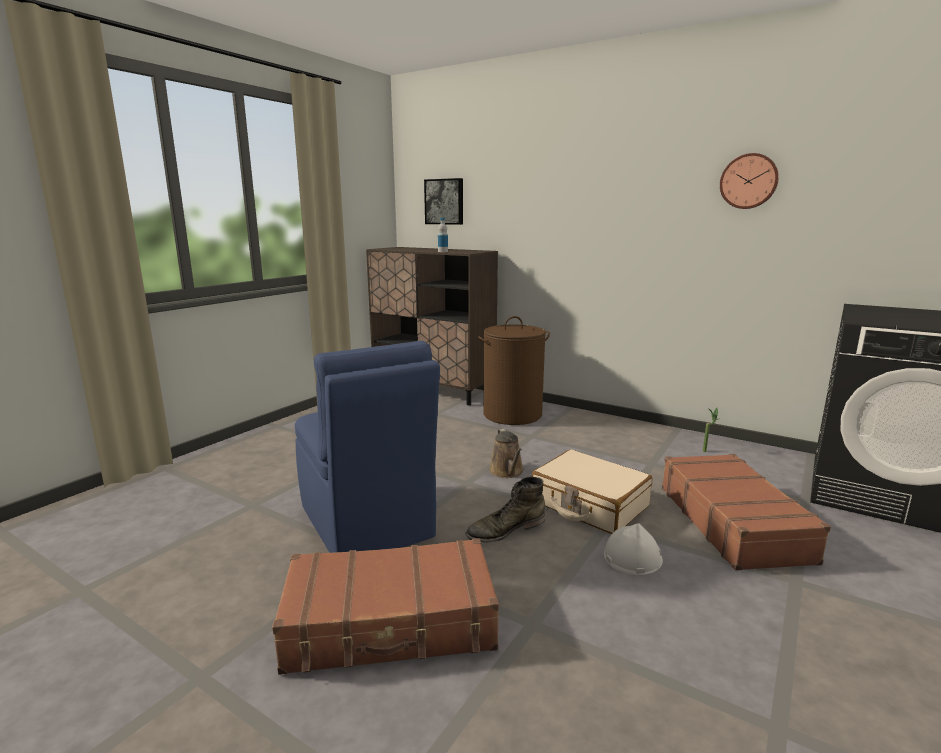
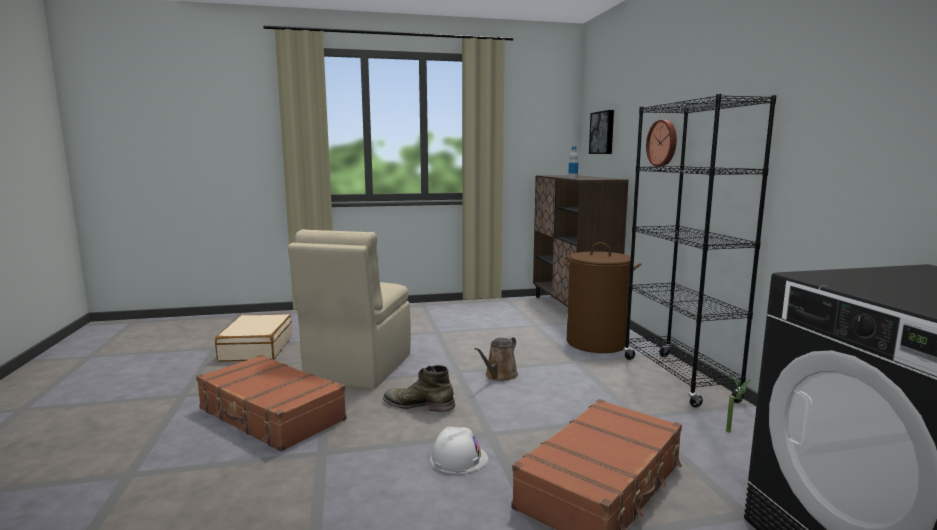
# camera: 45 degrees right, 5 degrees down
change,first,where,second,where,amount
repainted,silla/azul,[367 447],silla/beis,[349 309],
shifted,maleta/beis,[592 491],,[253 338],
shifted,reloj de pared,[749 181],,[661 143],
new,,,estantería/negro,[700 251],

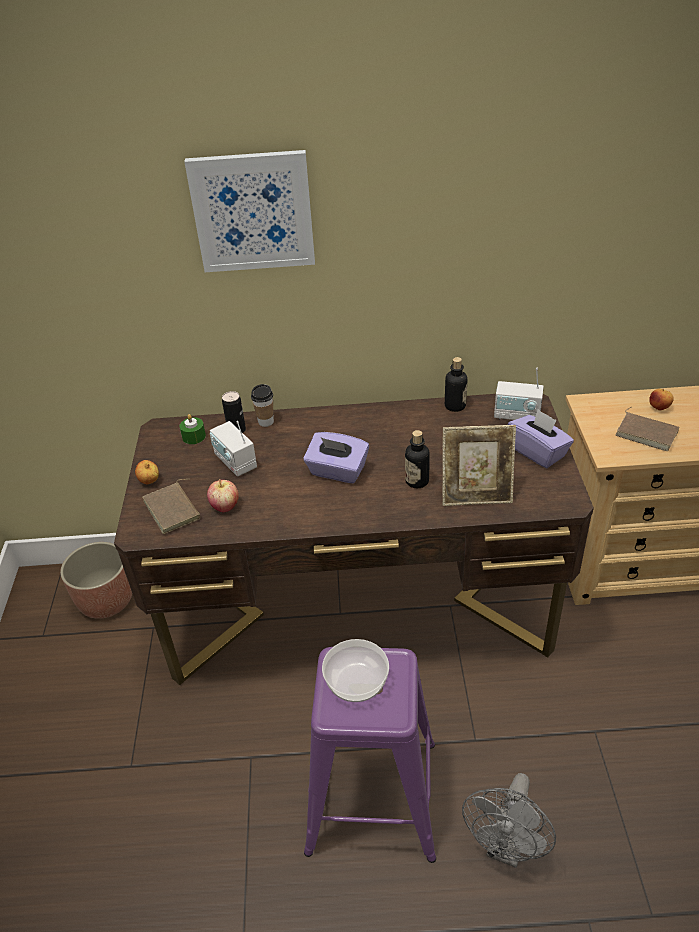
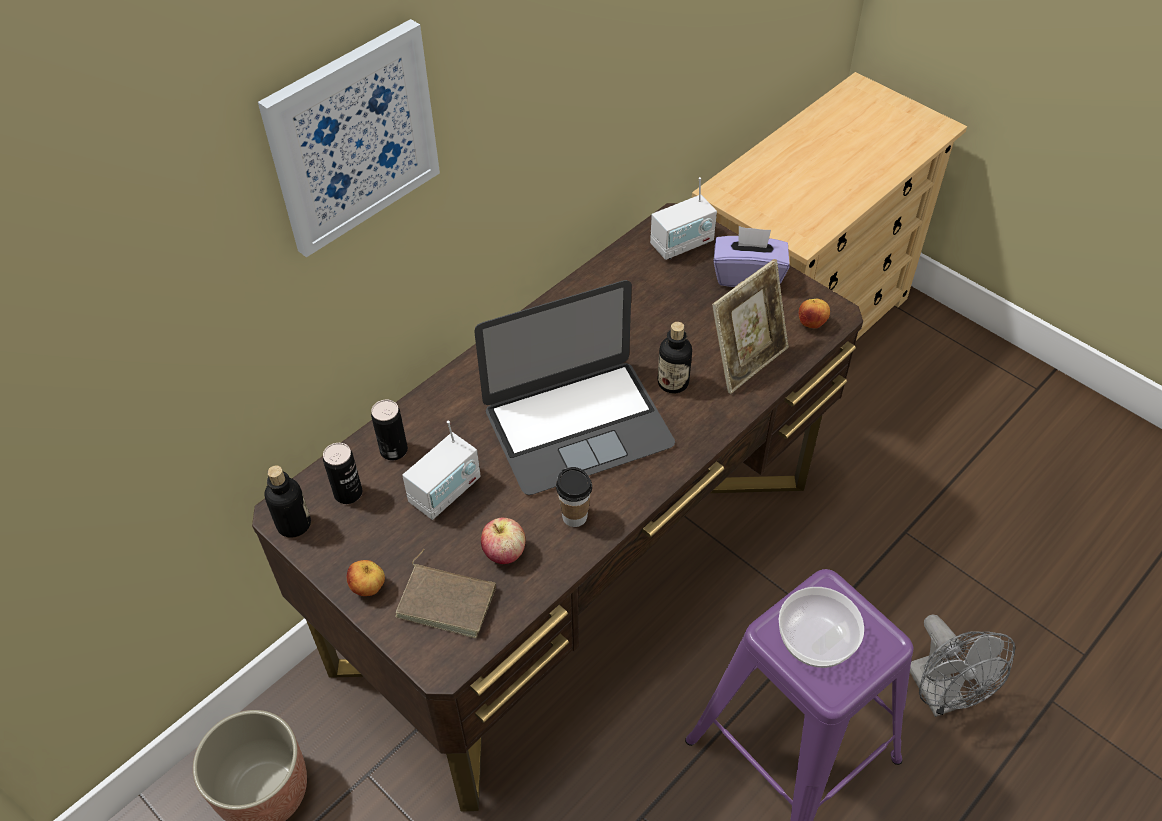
# camera: 45 degrees left, 10 degrees up
change,first,where,second,where,amount
swapped,vela/verde,[192 429],lata,[342 473],
rotated,radio,[233 449],,[441 470],60 degrees counterclockwise
shifted,taza,[262 405],,[574 497],
swapped,caja de pañuelos/morado,[336 457],portátil,[574 387],
shifted,botella,[456 384],,[287 501],
gone,libro/marrón,[647 429],,,
shifted,manzana,[661 399],,[814 314],

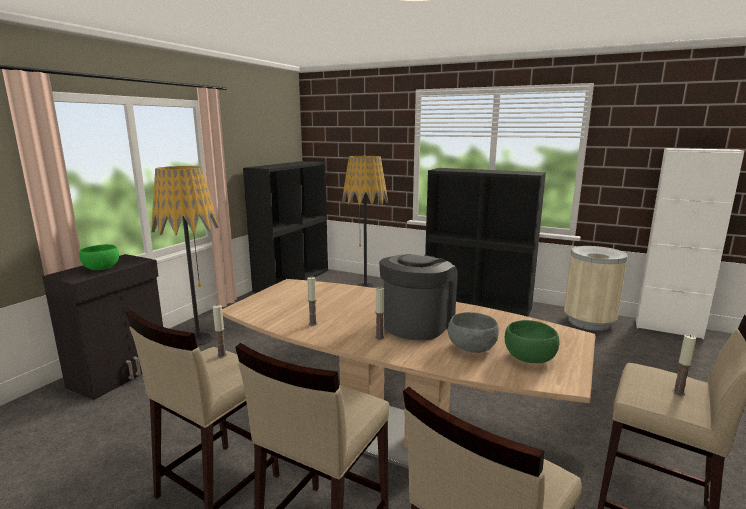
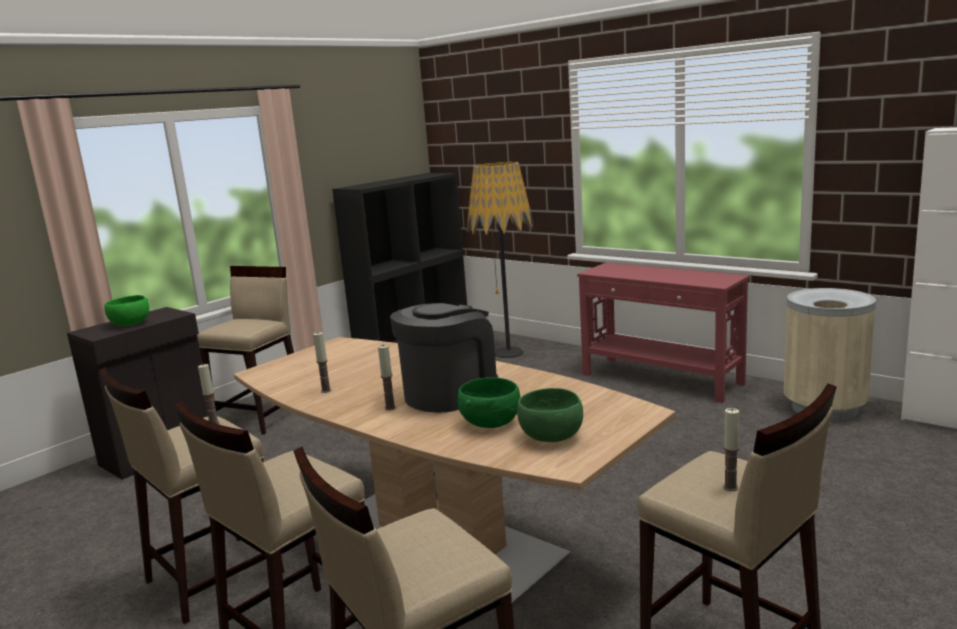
# camera: 15 degrees right, 0 degrees up
change,first,where,second,where,amount
swapped,lámpara de pie,[185 256],taburete/beis,[245 350],
swapped,estantería/negro,[485 242],mesa consola/rojo,[663 333],
repainted,cuenco/gris,[473 332],cuenco/verde,[488 403],

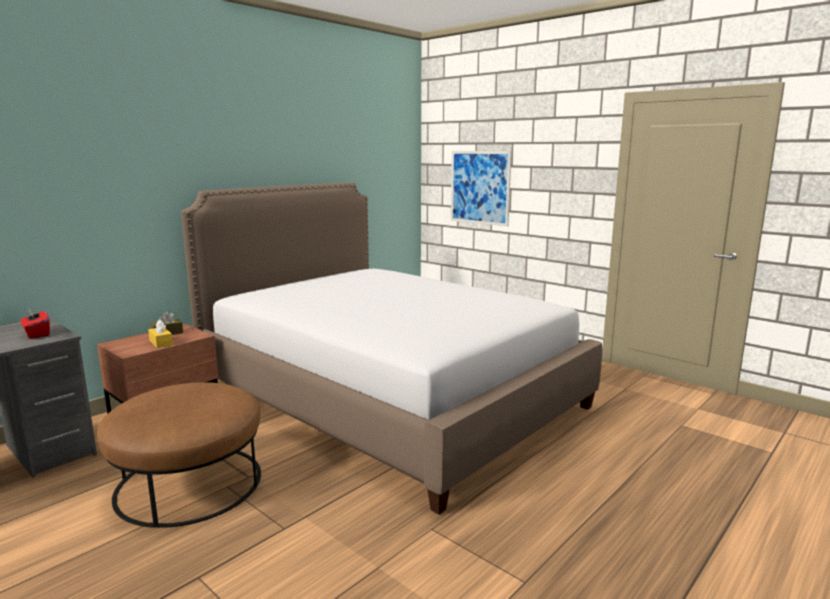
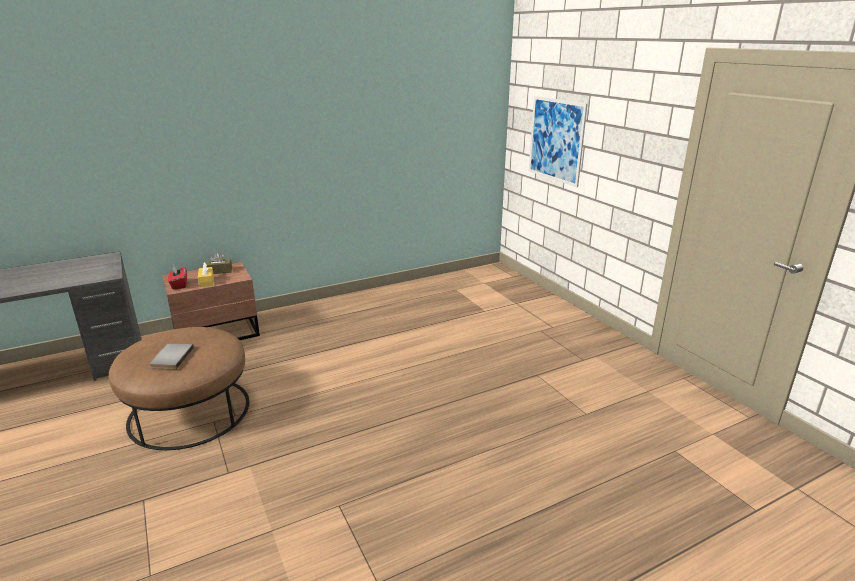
# camera: 20 degrees right, 10 degrees up
change,first,where,second,where,amount
shifted,caja de pañuelos/rojo,[35 323],,[177 277],
gone,cama,[391 348],,,
new,,,libro/gris,[171 356],

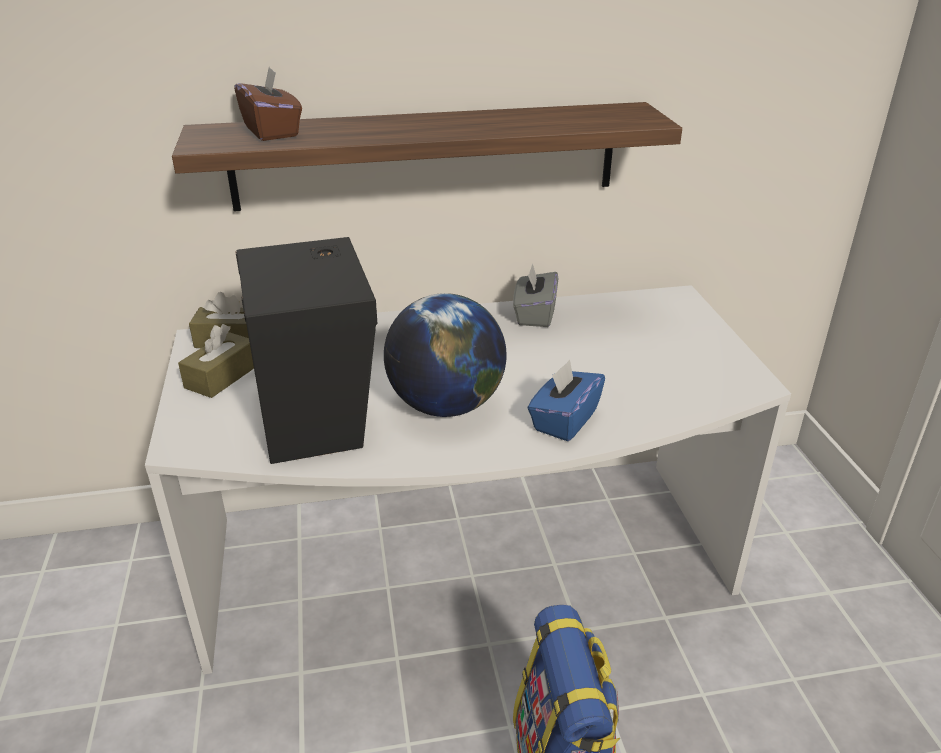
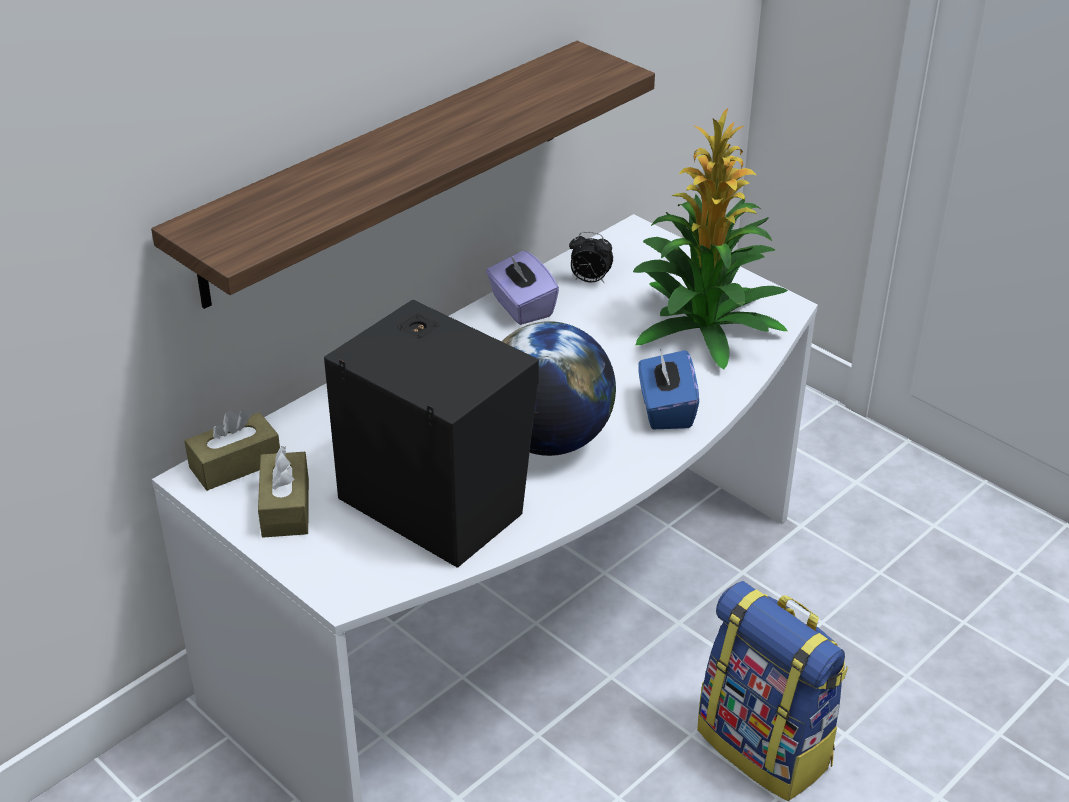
# camera: 35 degrees left, 5 degrees up
change,first,where,second,where,amount
gone,caja de pañuelos/marrón,[268 104],,,
repainted,caja de pañuelos/gris,[535 295],caja de pañuelos/morado,[522 287],
new,,,despertador,[591 258],
new,,,planta en maceta,[710 239],

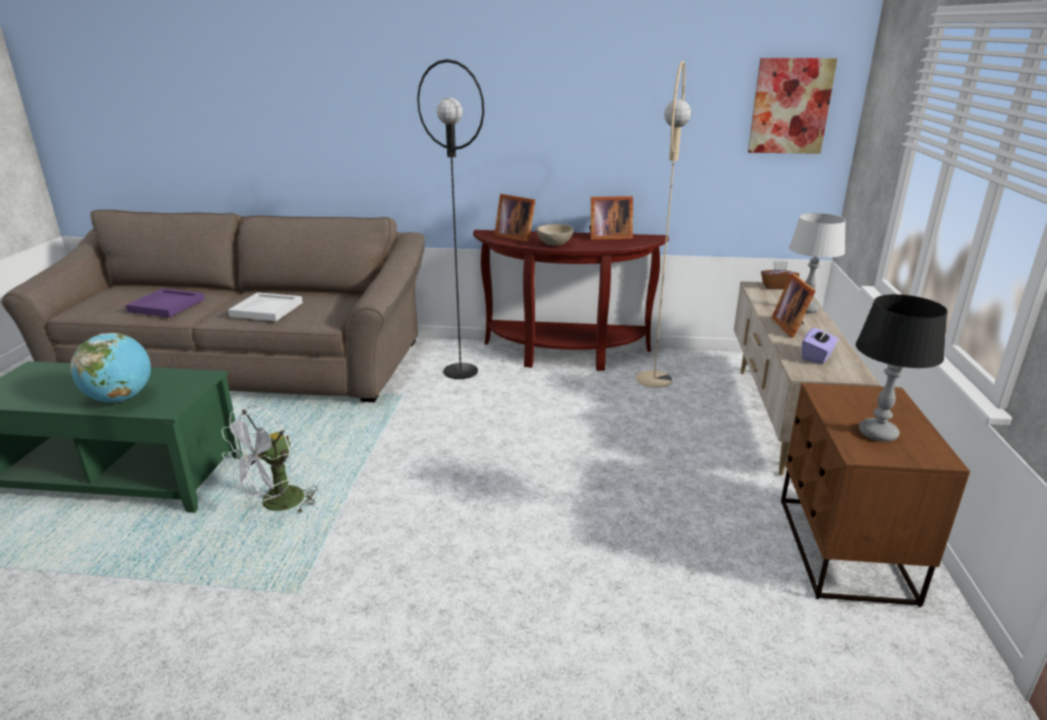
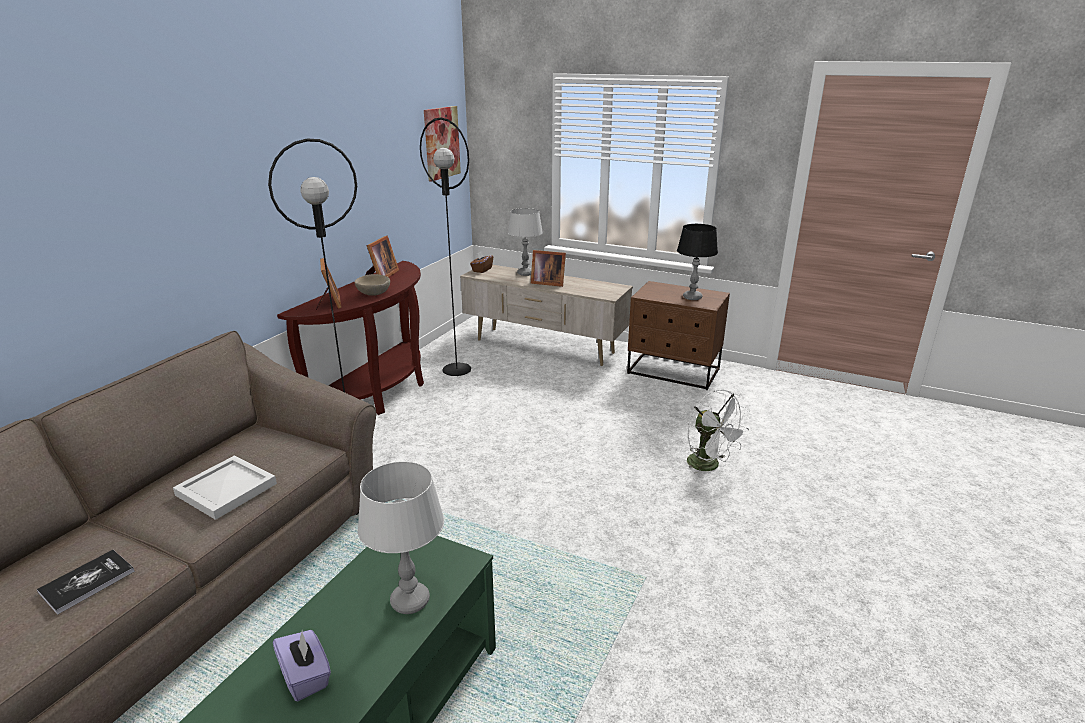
# camera: 70 degrees left, 0 degrees up
change,first,where,second,where,amount
swapped,globo terráqueo,[110 368],lámpara de mesa/gris,[401 537],
swapped,bandeja/morado,[165 302],libro,[86 582],
shifted,ventilador/blanco,[270 459],,[718 433],
rotated,portarretratos,[514 218],,[328 284],75 degrees counterclockwise
repainted,lámpara de pie/beis,[663 224],lámpara de pie/negro,[445 247],
shifted,caja de pañuelos/morado,[820 345],,[302 665],

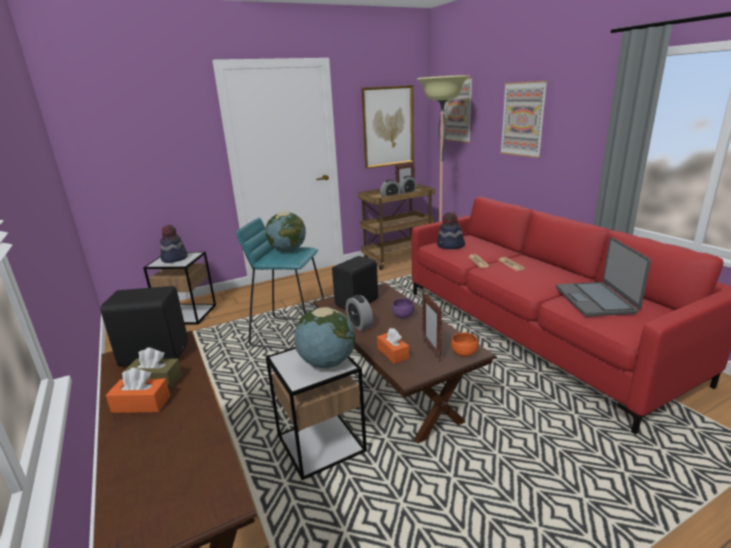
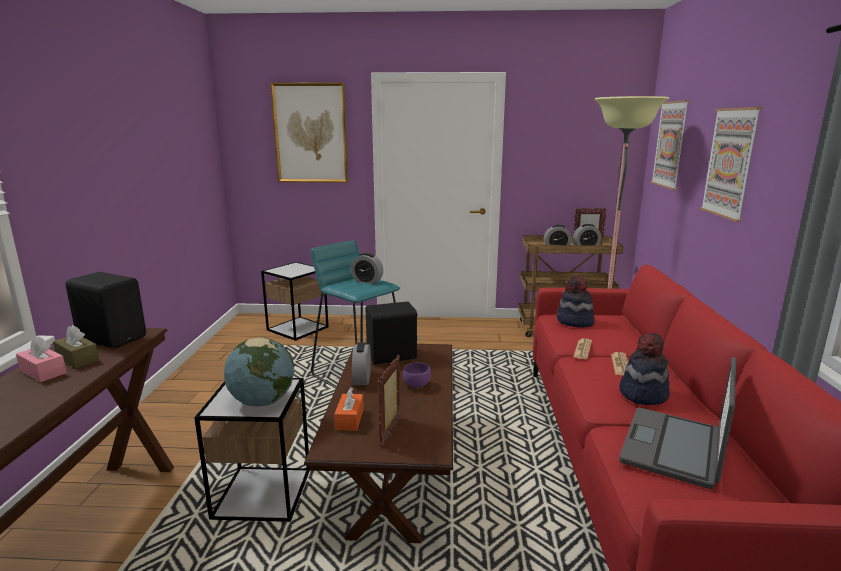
# camera: 30 degrees right, 5 degrees down
change,first,where,second,where,amount
repainted,caja de pañuelos/naranja,[138 390],caja de pañuelos/rosa,[41 359],
shifted,sombrero,[174 244],,[645 369],
swapped,globo terráqueo,[286 232],despertador,[367 268],
shifted,cuadro,[387 127],,[309 132],
gone,cuenco/naranja,[465 345],,,

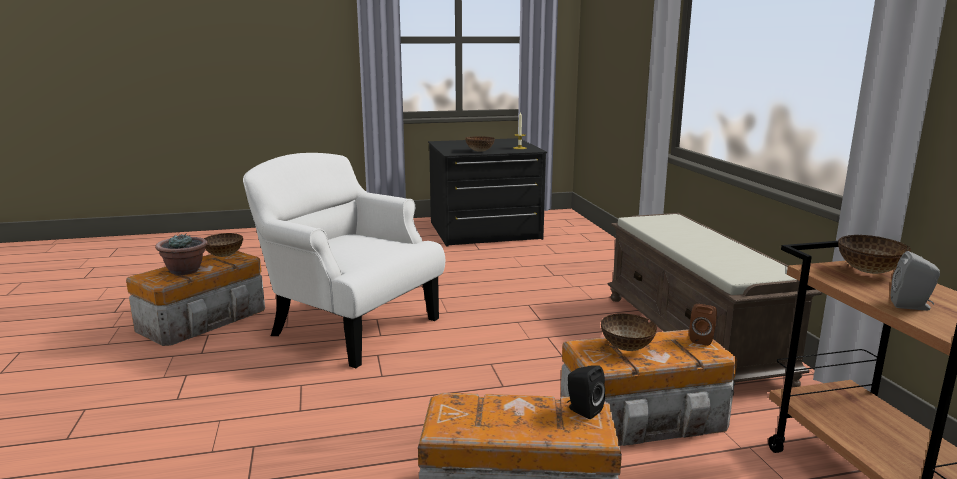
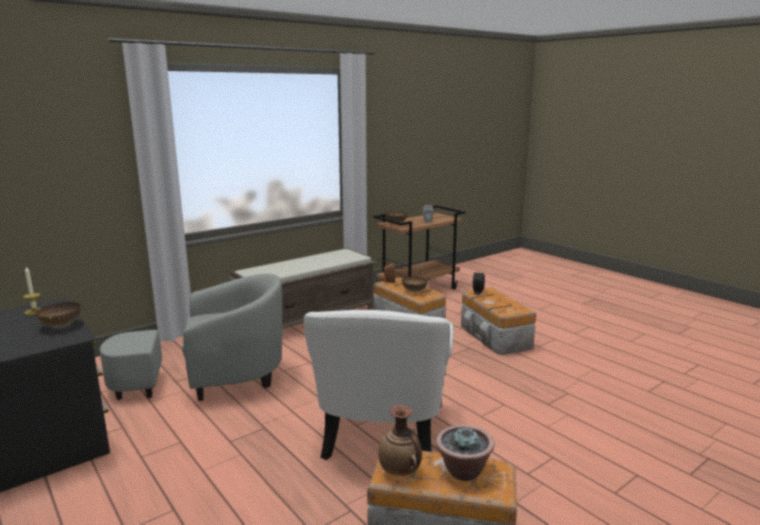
# camera: 115 degrees left, 0 degrees up
change,first,where,second,where,amount
swapped,cuenco,[223 245],florero,[400 440],
new,,,sillón/gris,[191 337],

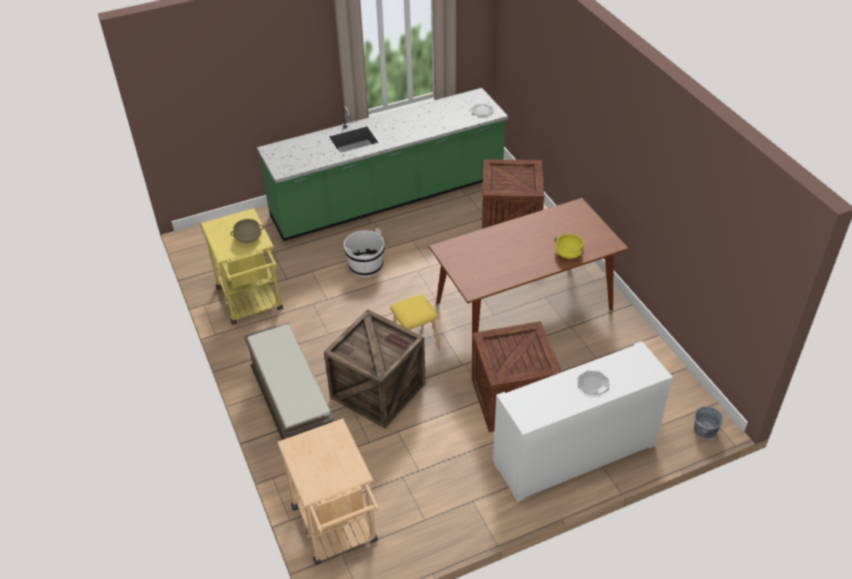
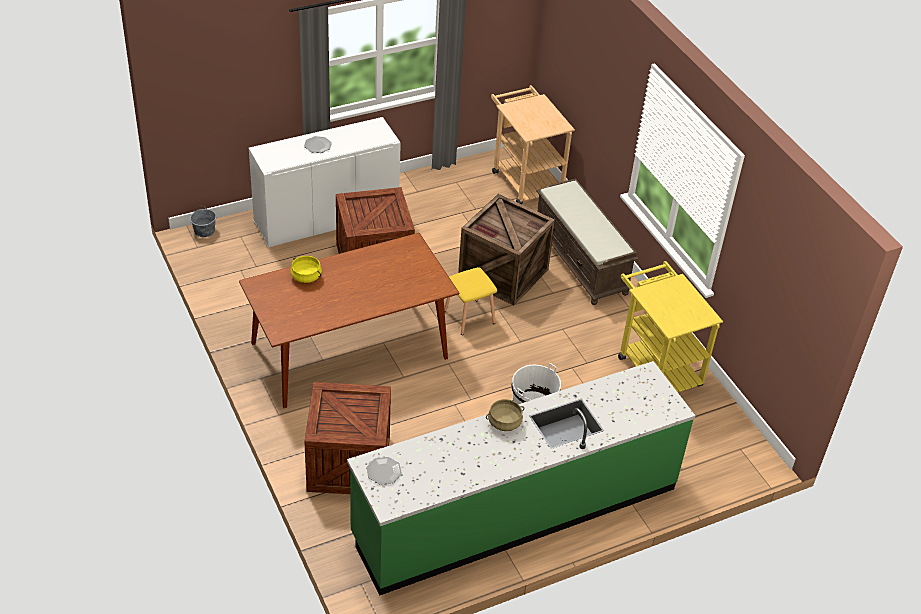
# camera: 175 degrees right, 0 degrees up
change,first,where,second,where,amount
shifted,olla/beis,[247 231],,[505 415],

